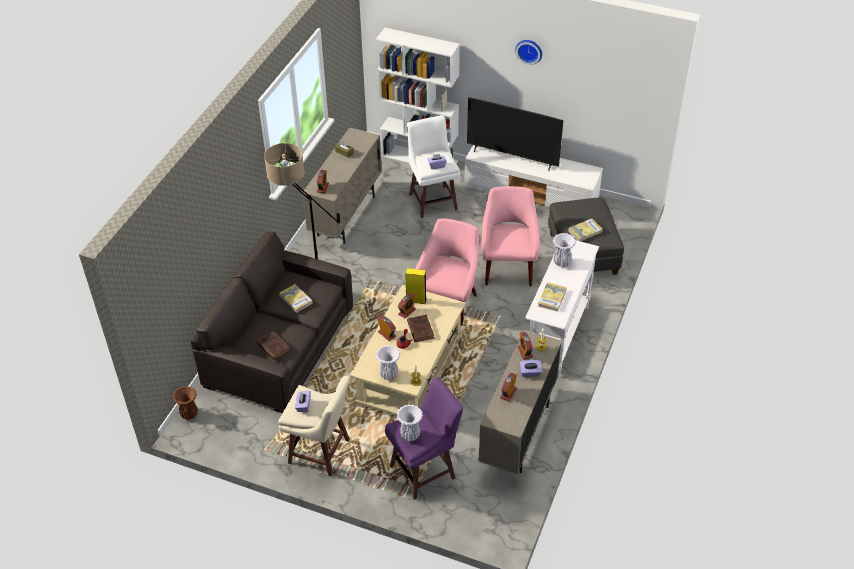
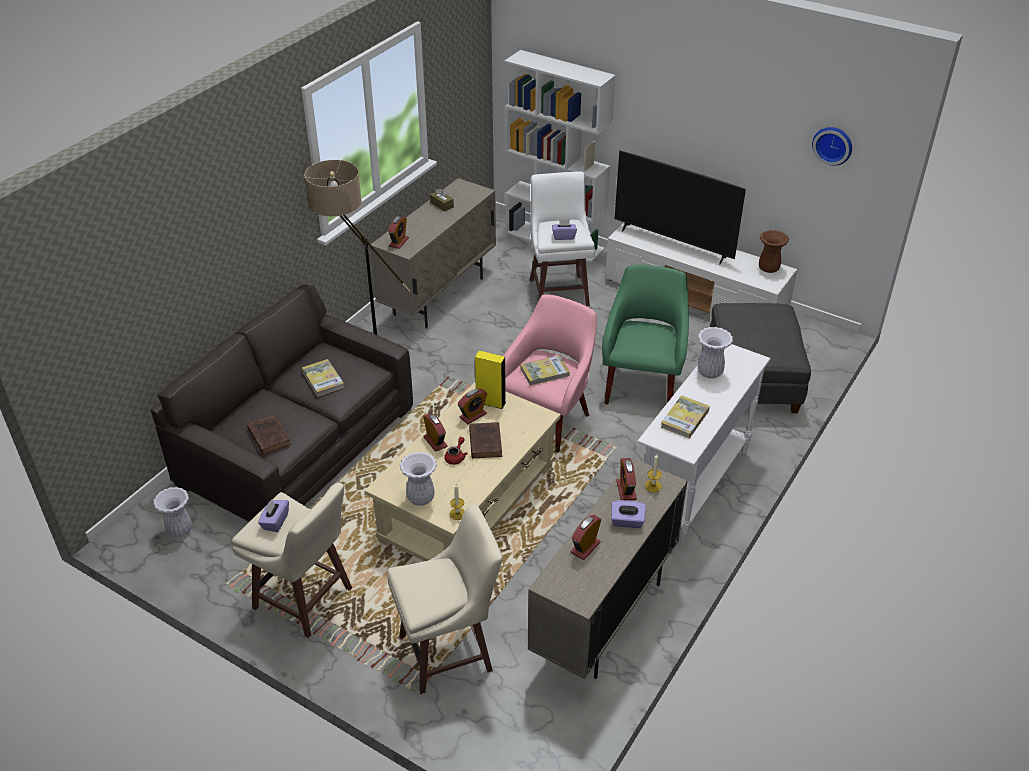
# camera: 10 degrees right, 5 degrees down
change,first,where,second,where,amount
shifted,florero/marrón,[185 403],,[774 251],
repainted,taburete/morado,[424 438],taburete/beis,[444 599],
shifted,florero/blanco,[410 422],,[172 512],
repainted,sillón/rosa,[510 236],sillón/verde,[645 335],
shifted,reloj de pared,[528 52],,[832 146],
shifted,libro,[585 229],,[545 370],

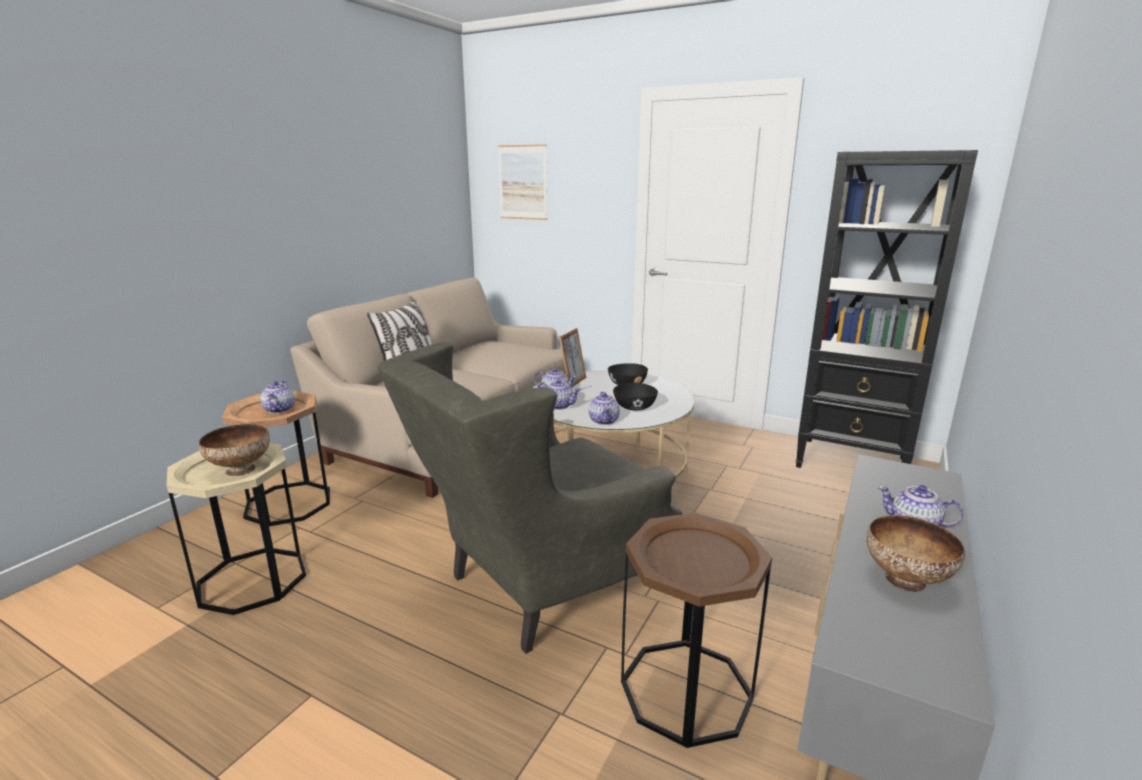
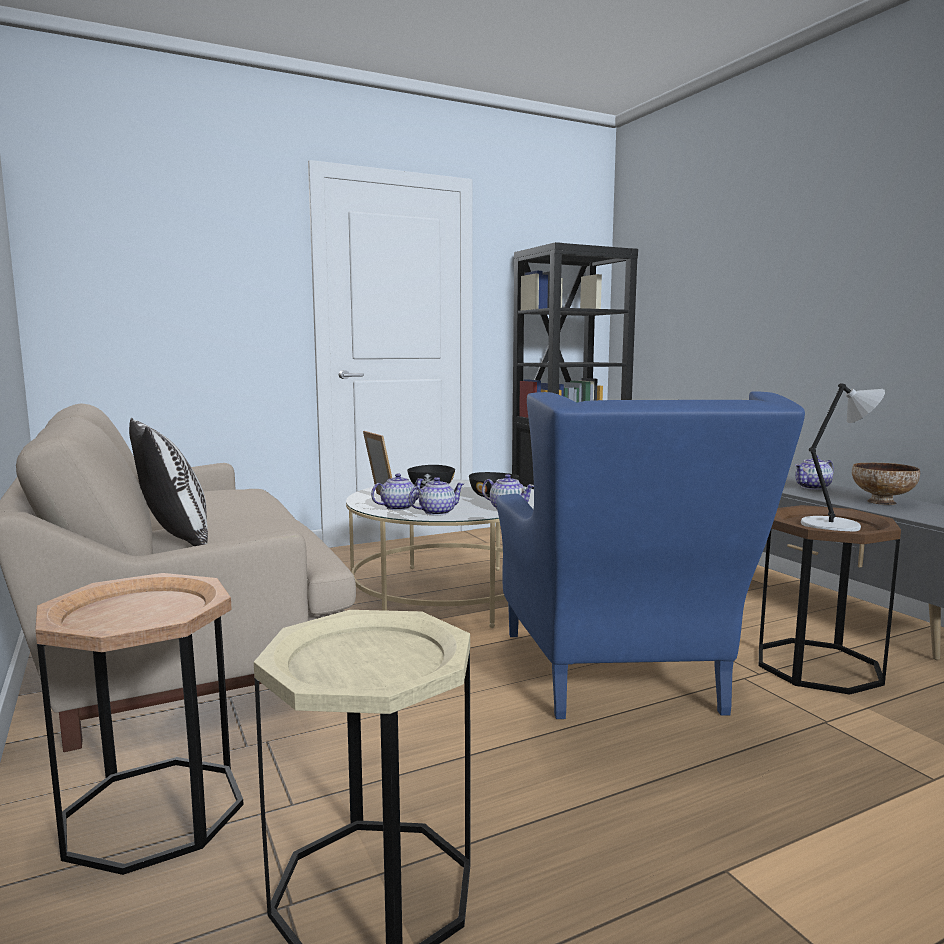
# camera: 55 degrees left, 10 degrees down
change,first,where,second,where,amount
gone,cuenco,[234 450],,,
gone,tetera,[277 397],,,
repainted,sillón/gris,[530 498],sillón/azul,[650 555],
gone,cuadro,[522 182],,,
new,,,lámpara de mesa/gris,[843 457],

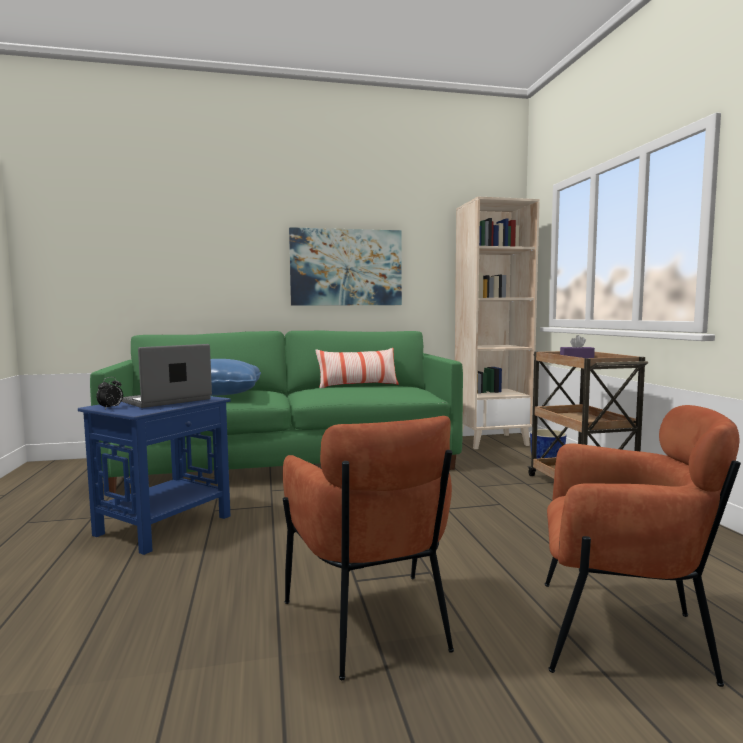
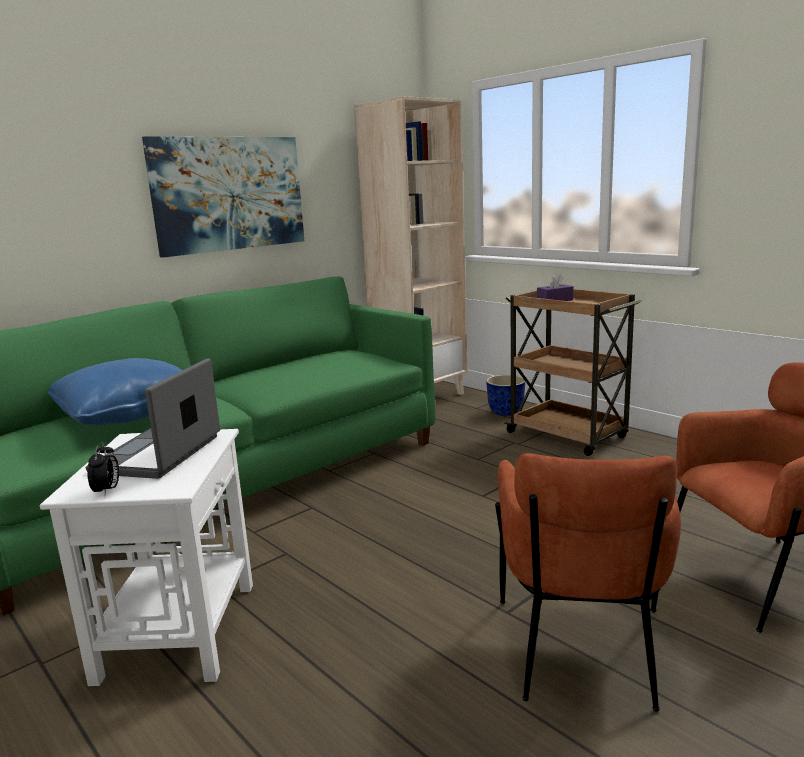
# camera: 30 degrees left, 10 degrees up
change,first,where,second,where,amount
repainted,mesa auxiliar/azul,[154 475],mesa auxiliar/blanco,[146 557],
rotated,sillón/marrón,[368 548],,[588 582],60 degrees clockwise
gone,cojín,[357 368],,,

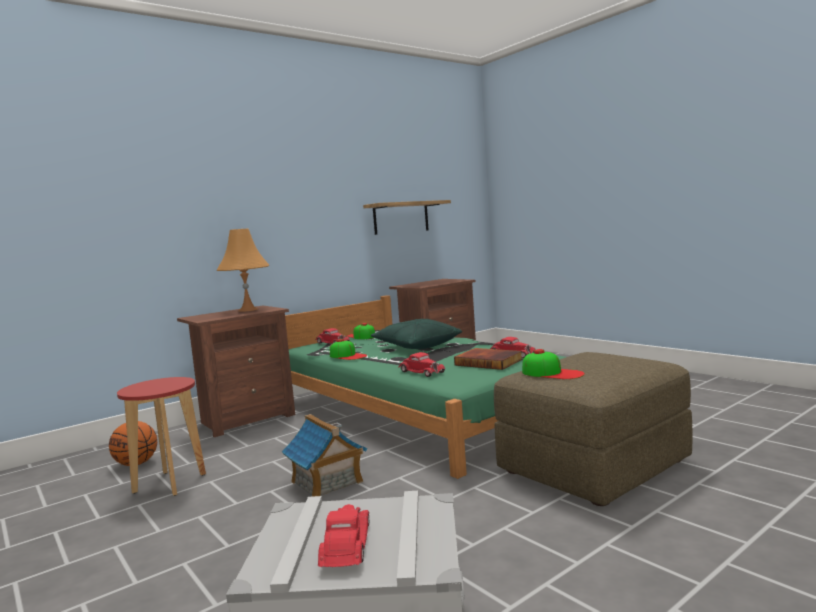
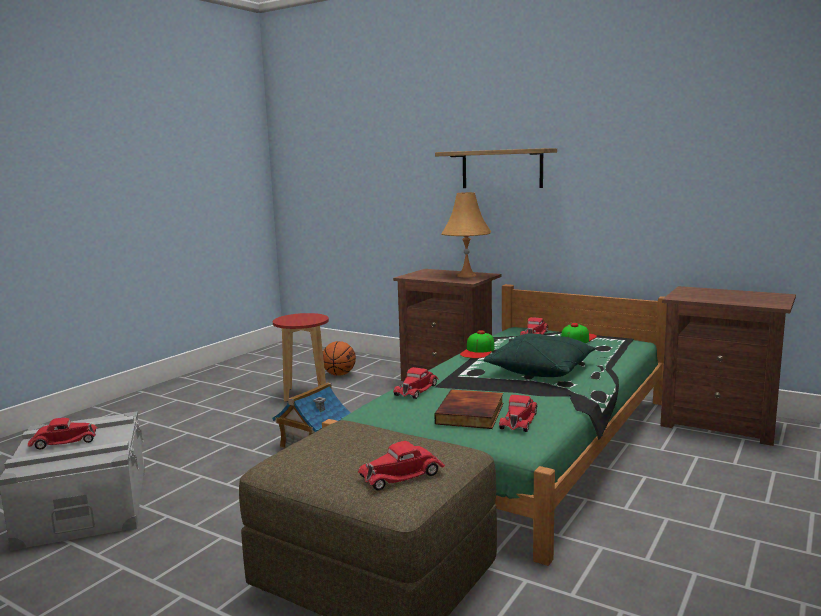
# camera: 70 degrees right, 5 degrees up
change,first,where,second,where,amount
shifted,estante,[407 217],,[496 168],
gone,gorra,[553 364],,,
new,,,coche de juguete/rojo,[401 466],

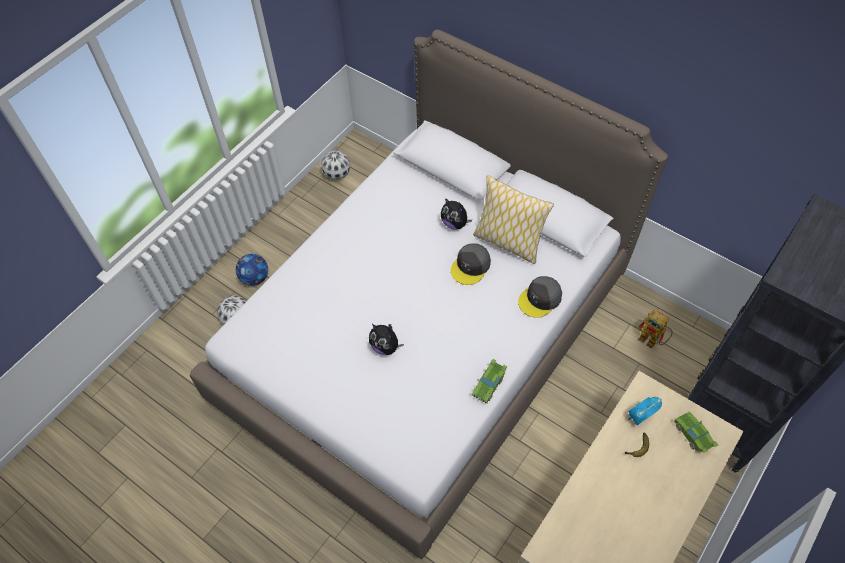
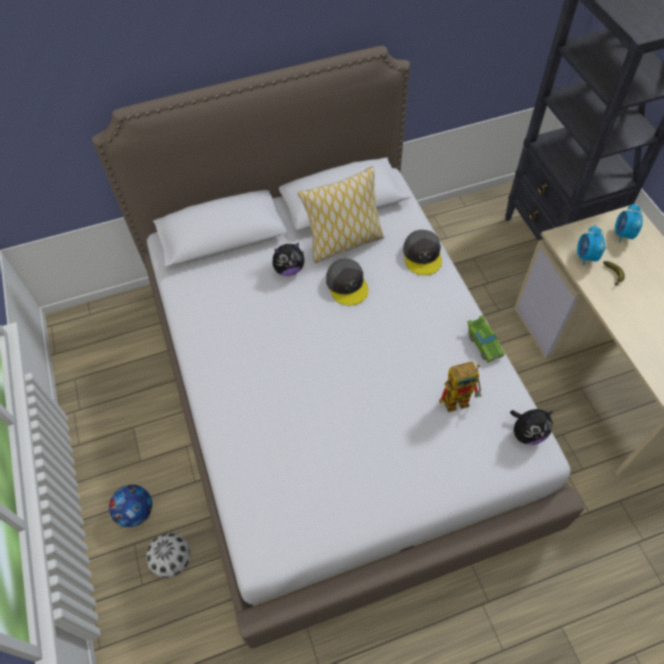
# camera: 55 degrees left, 0 degrees up
change,first,where,second,where,amount
gone,balón de fútbol,[335 165],,,
shifted,peluche,[386 339],,[532 427],
shifted,robot de juguete,[654 329],,[460 386],
swapped,coche de juguete/verde,[696 432],despertador,[629 222],

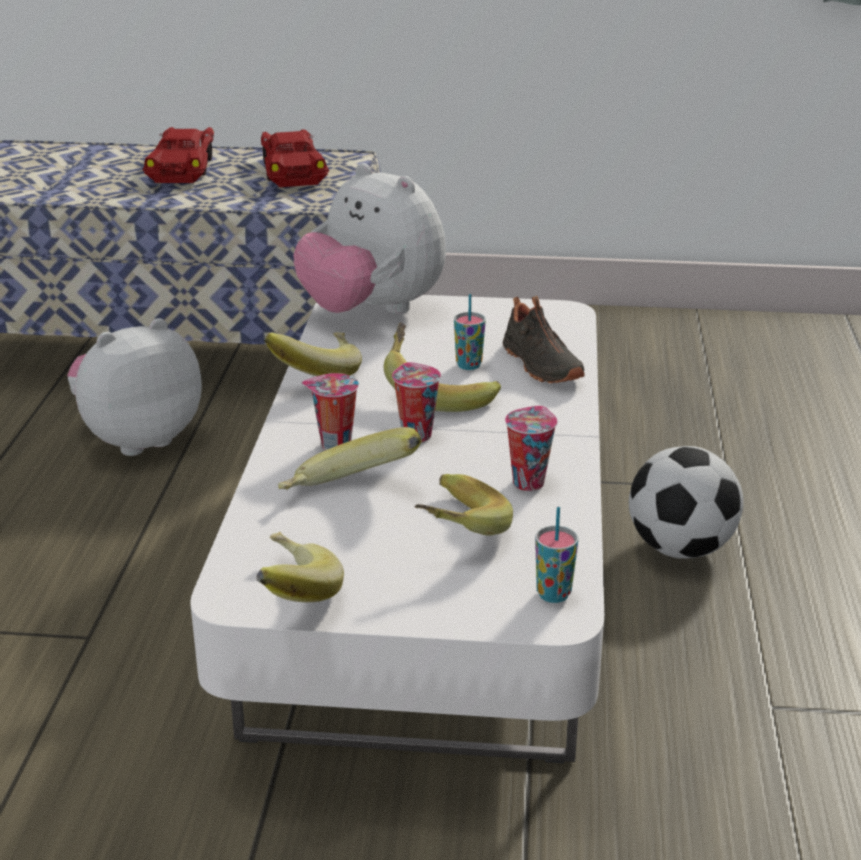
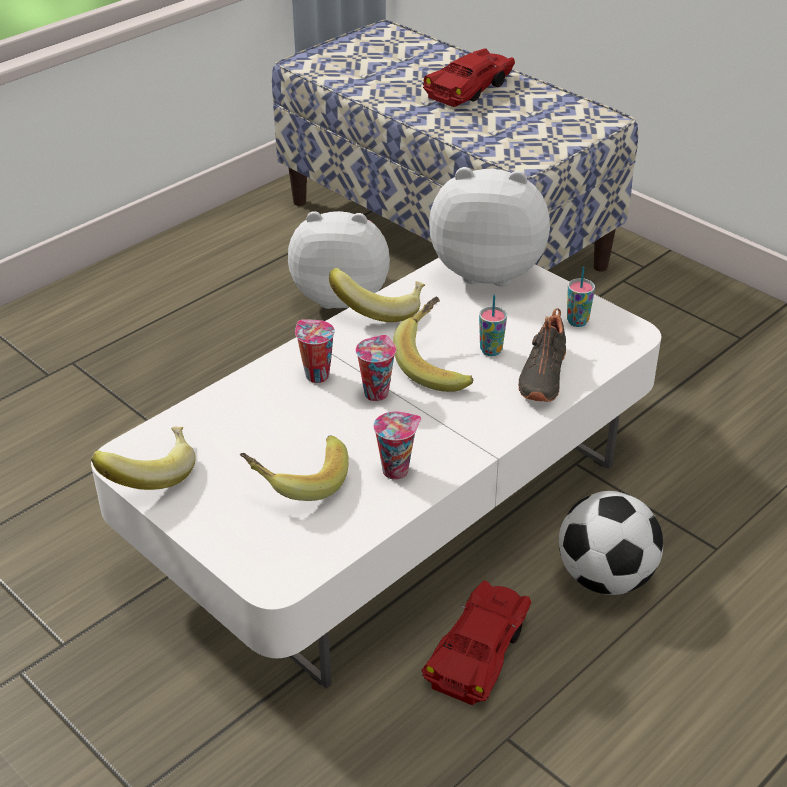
# camera: 40 degrees right, 10 degrees up
change,first,where,second,where,amount
shifted,coche de juguete/rojo,[295 158],,[476 642],
gone,plátano,[349 458],,,
rotated,peluche,[370 238],,[489 226],105 degrees clockwise
shifted,taza,[556 555],,[581 297],

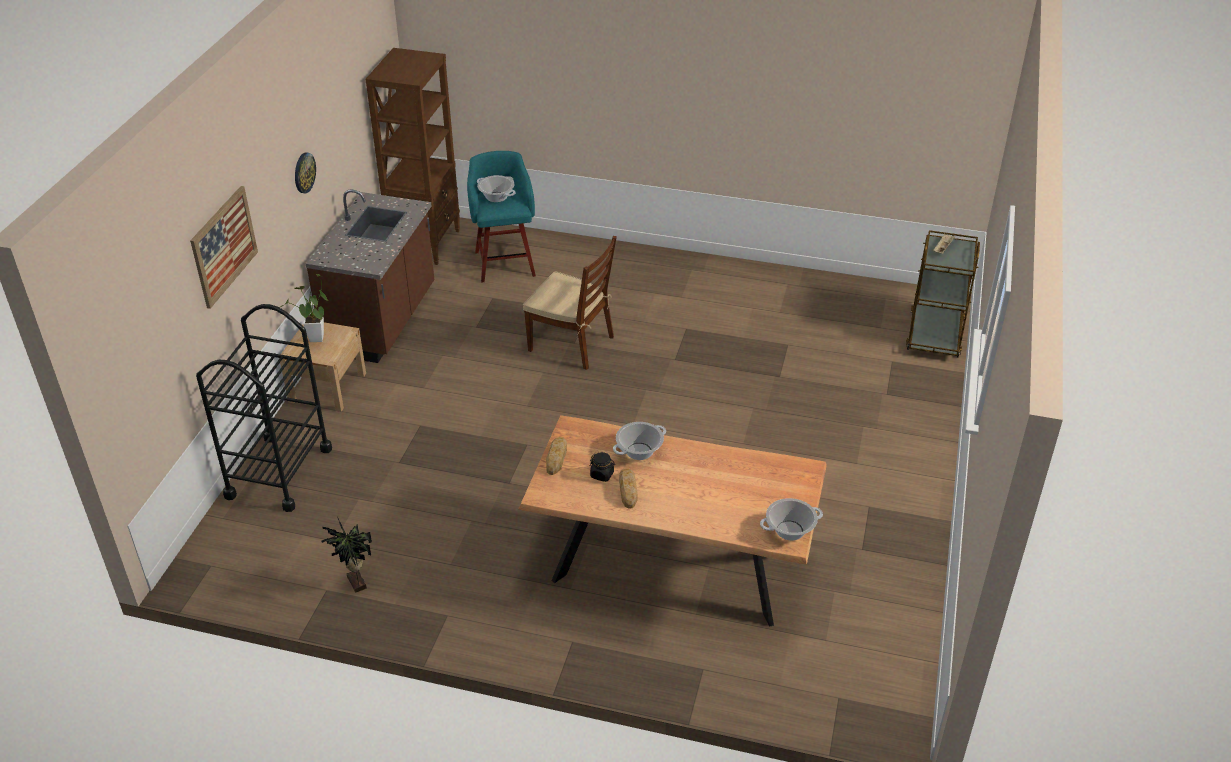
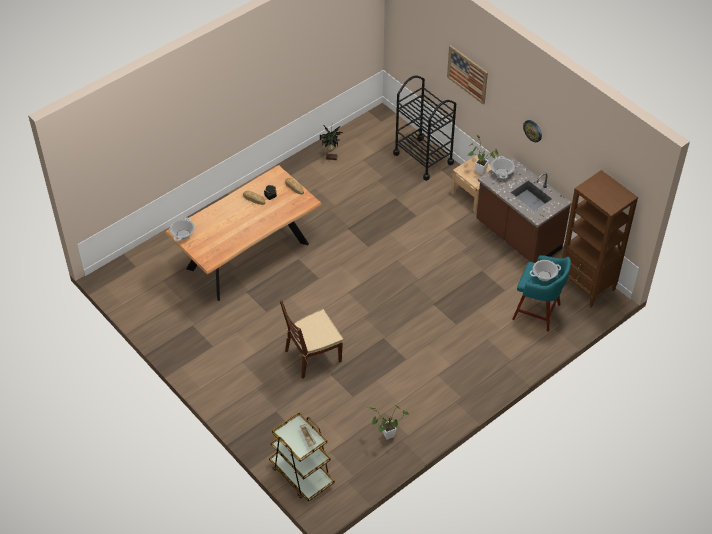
# camera: 125 degrees right, 10 degrees up
change,first,where,second,where,amount
shifted,silla/marrón,[570 303],,[311 339],
shifted,olla,[639 441],,[502 167],
new,,,planta en maceta,[388 422],

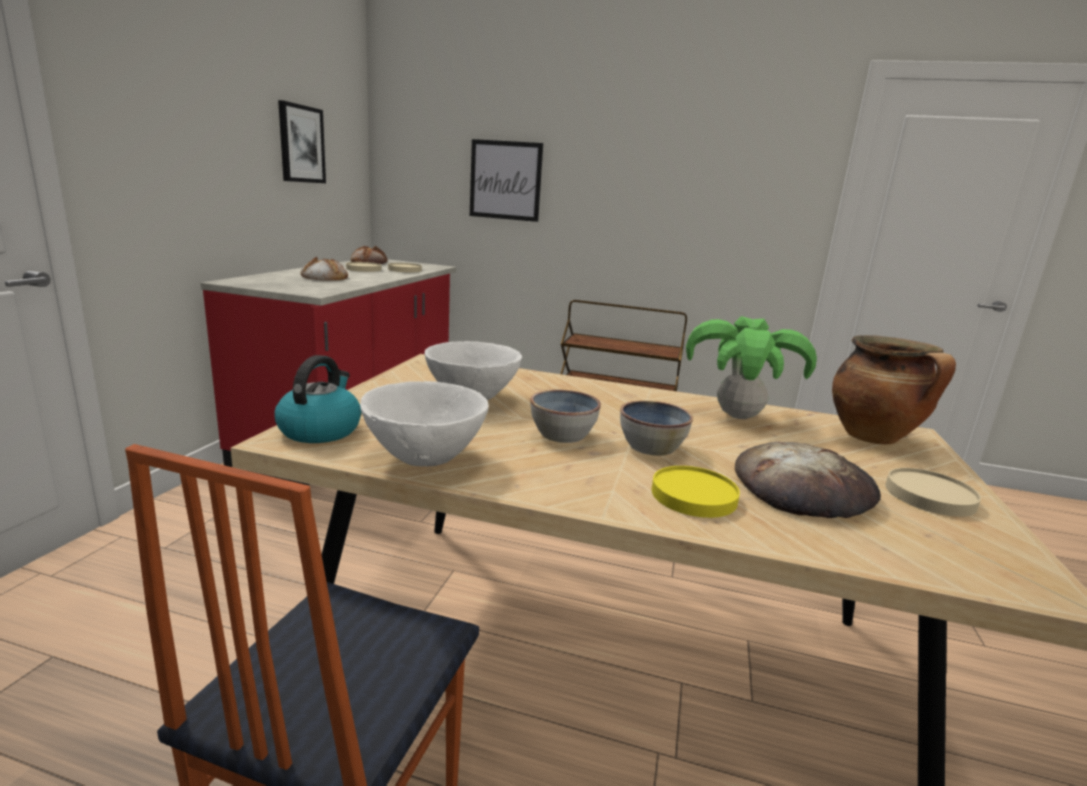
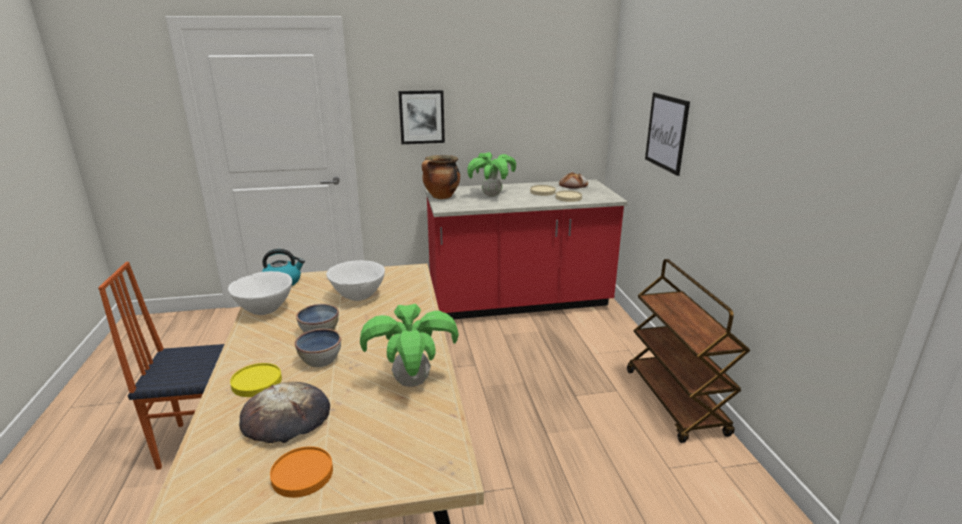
# camera: 65 degrees right, 5 degrees up
change,first,where,second,where,amount
shifted,cuadro,[302 141],,[421 117],
swapped,pan,[324 268],planta en maceta,[491 174],
shifted,olla,[894 390],,[441 177],
repainted,plato/beis,[933 492],plato/naranja,[301 472],

